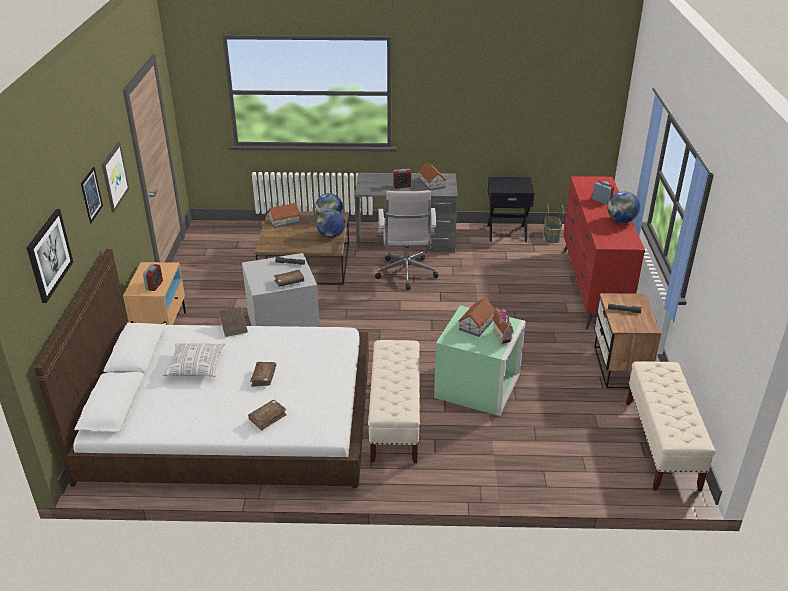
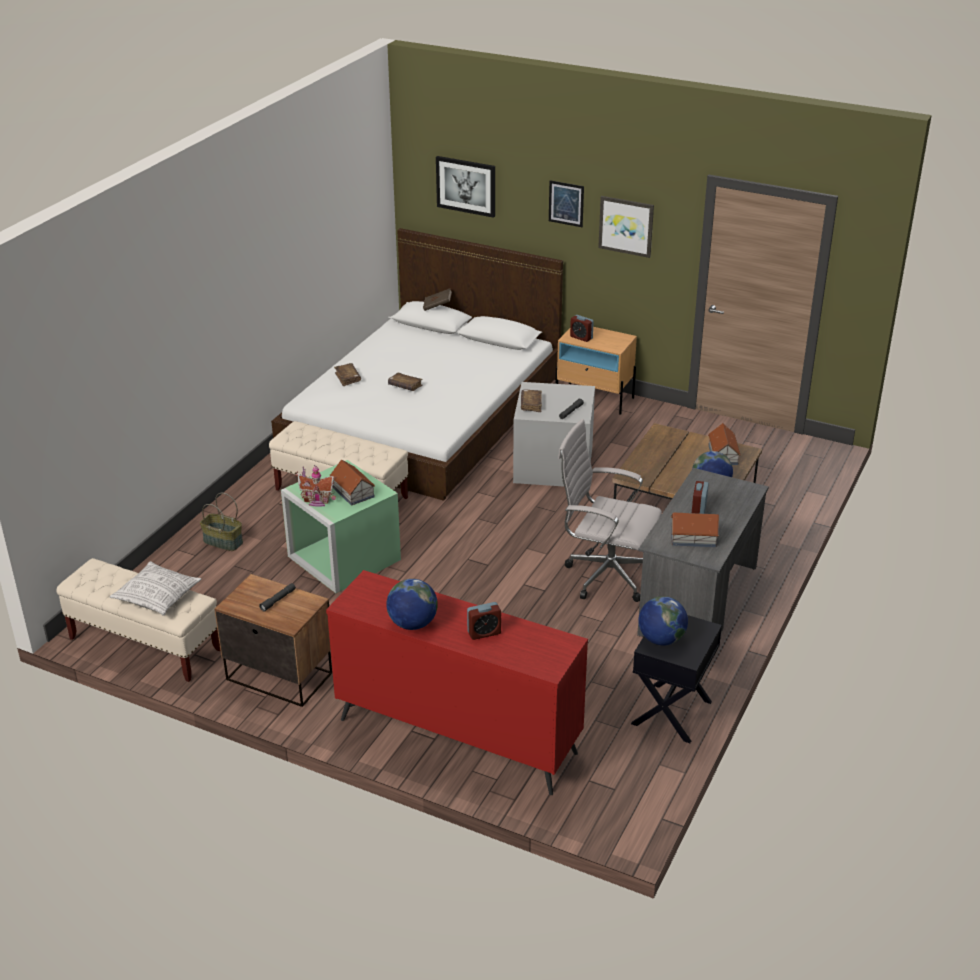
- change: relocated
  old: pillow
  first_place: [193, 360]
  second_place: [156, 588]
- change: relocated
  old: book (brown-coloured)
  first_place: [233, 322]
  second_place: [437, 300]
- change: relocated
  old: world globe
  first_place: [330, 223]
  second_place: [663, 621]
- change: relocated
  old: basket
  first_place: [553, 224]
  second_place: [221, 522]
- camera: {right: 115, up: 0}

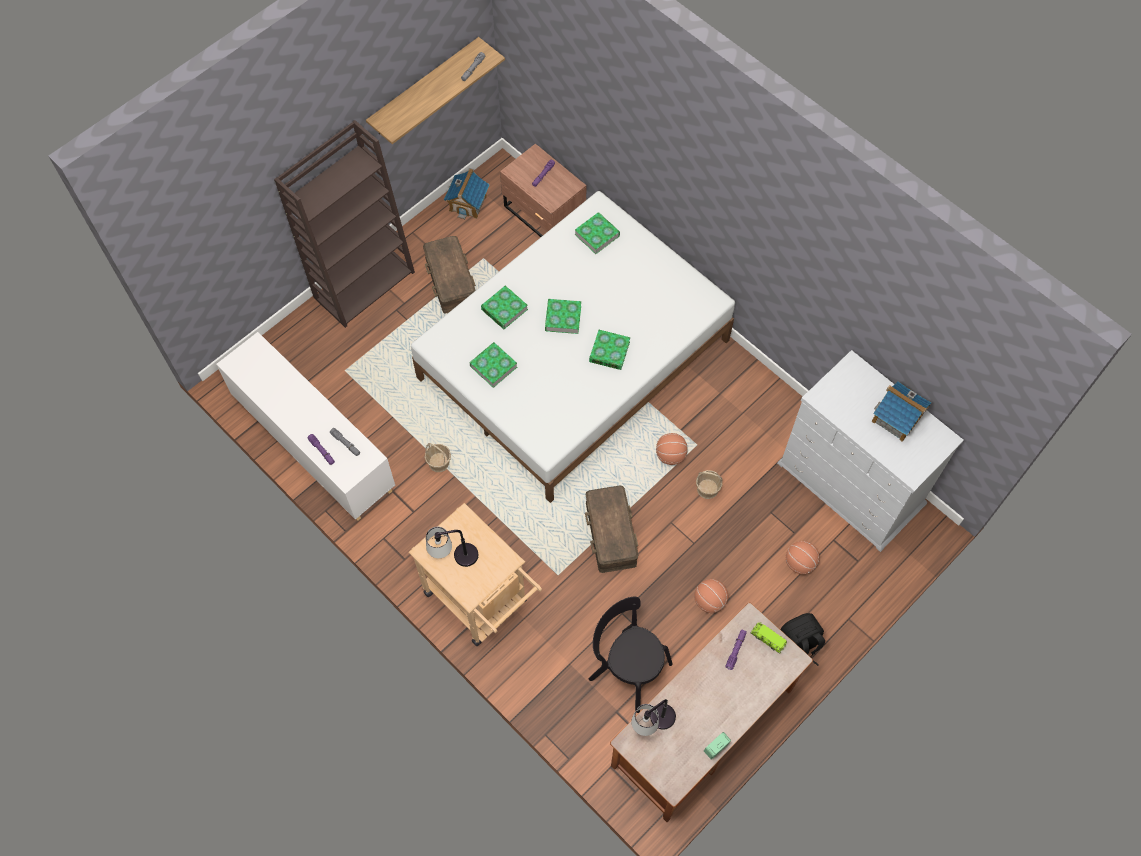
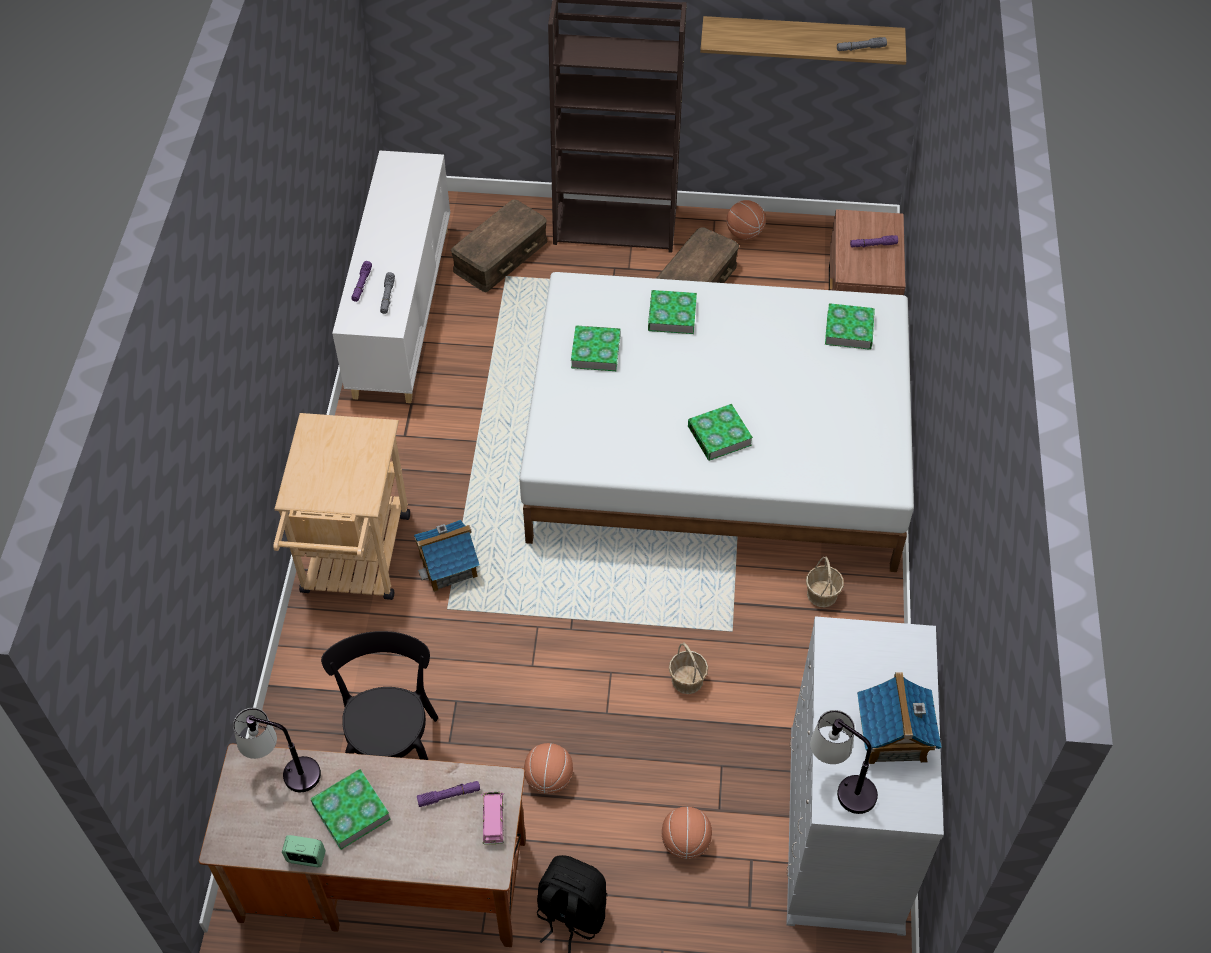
- change: relocated
  old: basket
  first_place: [438, 457]
  second_place: [825, 582]
- change: relocated
  old: table lamp
  first_place: [452, 547]
  second_place: [844, 762]
- change: relocated
  old: model house
  first_place: [467, 193]
  second_place: [447, 556]
- change: relocated
  old: book
  first_place: [563, 316]
  second_place: [350, 809]
- change: relocated
  old: storage bin (brown-coloured)
  first_place: [611, 529]
  second_place: [499, 245]
- change: relocated
  old: basketball ball
  first_place: [672, 449]
  second_place: [746, 220]
- change: colour
  old: miniature car (greenish)
  new: miniature car (pinkish)
  first_place: [769, 637]
  second_place: [492, 818]
- camera: {right: 50, up: -10}

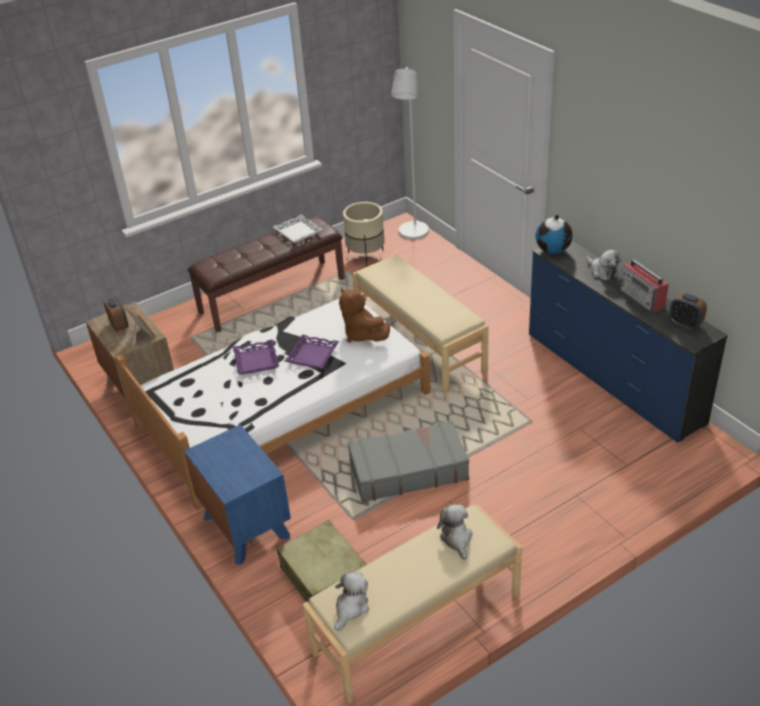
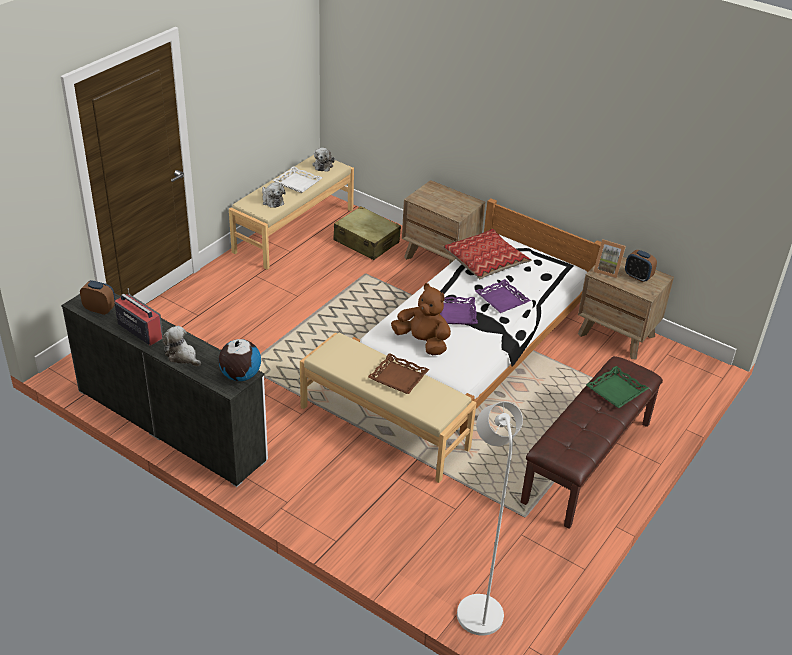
- change: missing
  old: flower pot (sand-coloured)
  first_place: [364, 234]
- change: missing
  old: travel case (greyish)
  first_place: [408, 461]
- change: appeared
  new: tray (brown-coloured)
  second_place: [398, 373]
- change: appeared
  new: pillow
  second_place: [487, 254]
- change: appeared
  new: tray (greenish)
  second_place: [617, 387]
- change: relocated
  old: tray (white)
  first_place: [298, 229]
  second_place: [298, 179]
- change: colour
  old: night table (bluish)
  new: night table (brown-coloured)
  first_place: [237, 494]
  second_place: [443, 222]
- change: colour
  old: dresser (bluish)
  new: dresser (white)
  first_place: [628, 342]
  second_place: [164, 390]
- camera: {right: 155, up: 0}

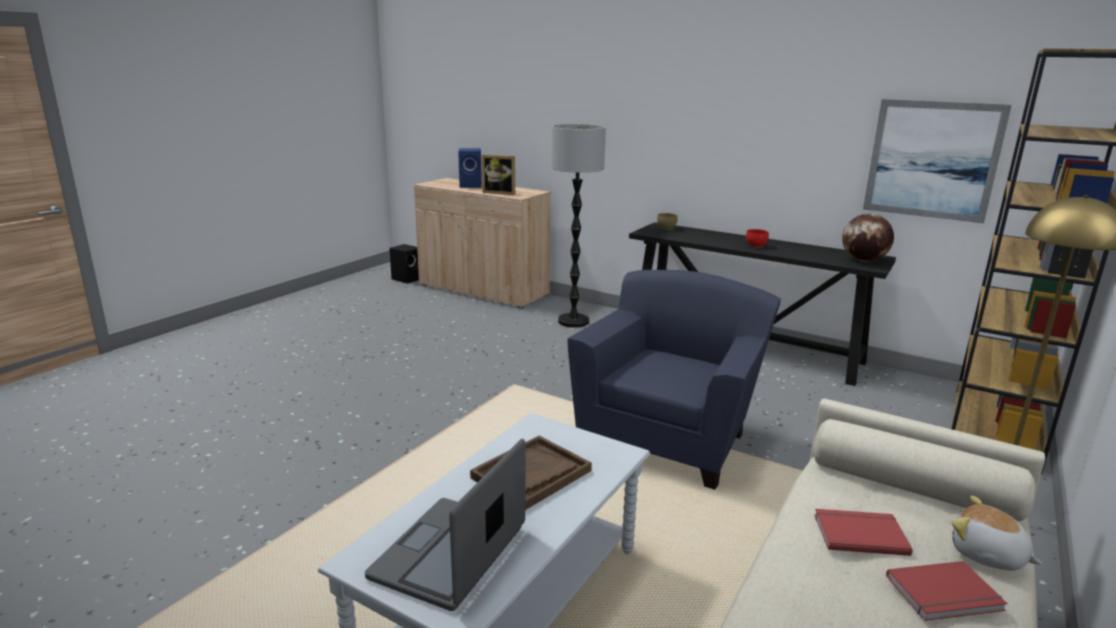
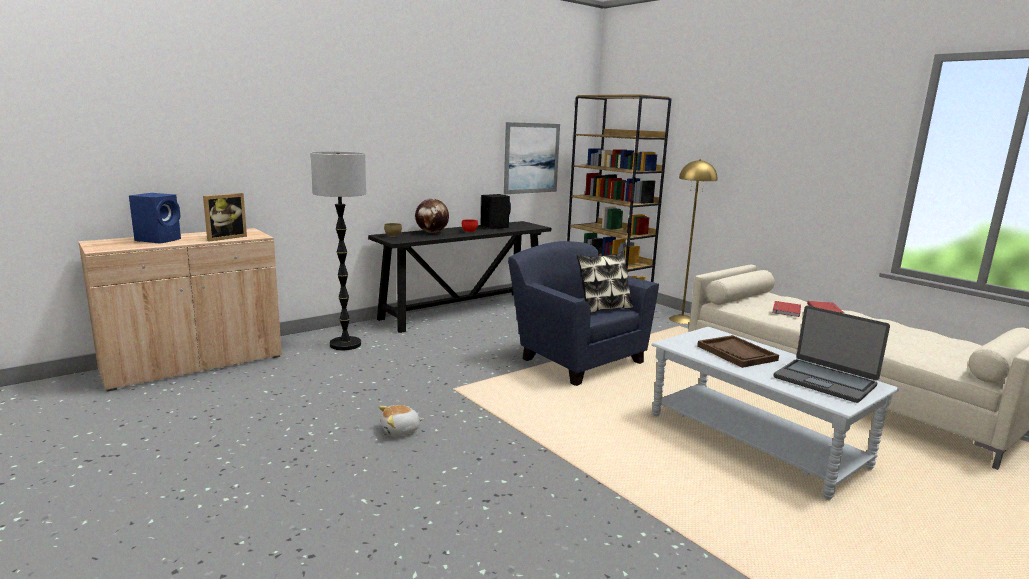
- change: appeared
  new: pillow
  second_place: [605, 282]
- change: relocated
  old: audio speaker (blackish)
  first_place: [404, 263]
  second_place: [496, 211]
- change: relocated
  old: world globe
  first_place: [868, 237]
  second_place: [432, 216]
- change: relocated
  old: cuddly toy
  first_place: [997, 533]
  second_place: [401, 420]
- camera: {right: -70, up: -5}

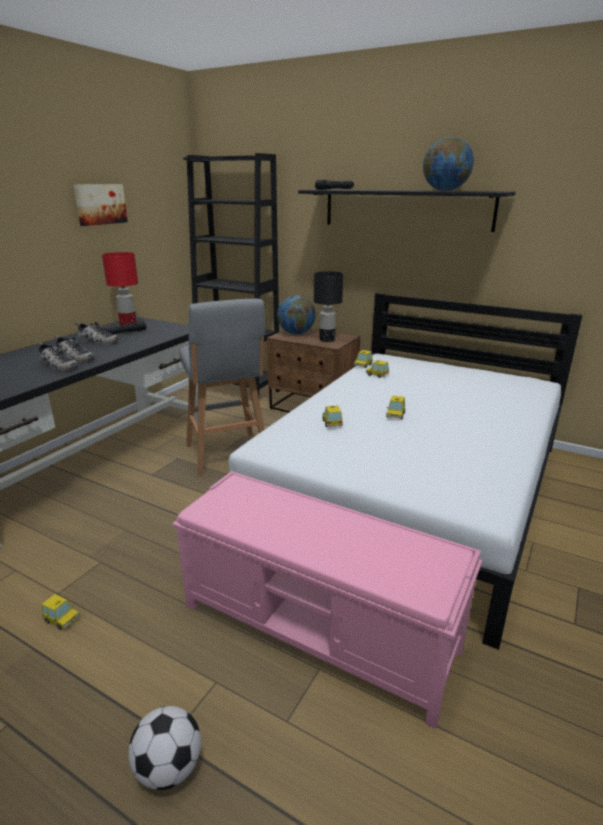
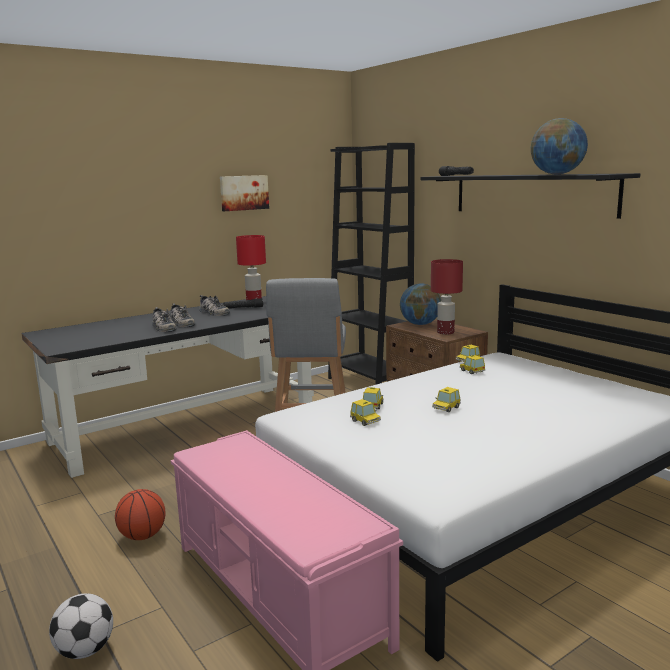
- change: appeared
  new: basketball ball
  second_place: [140, 514]
- change: relocated
  old: miniature car
  first_place: [61, 612]
  second_place: [365, 412]
- change: colour
  old: table lamp (blackish)
  new: table lamp (red-coloured)
  first_place: [328, 306]
  second_place: [447, 297]
- camera: {right: 25, up: -10}

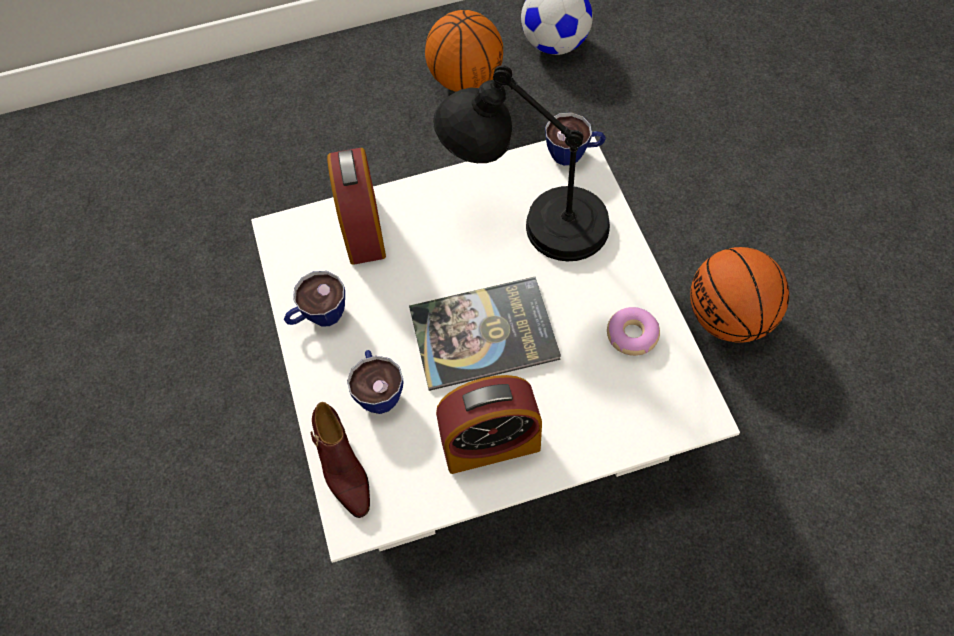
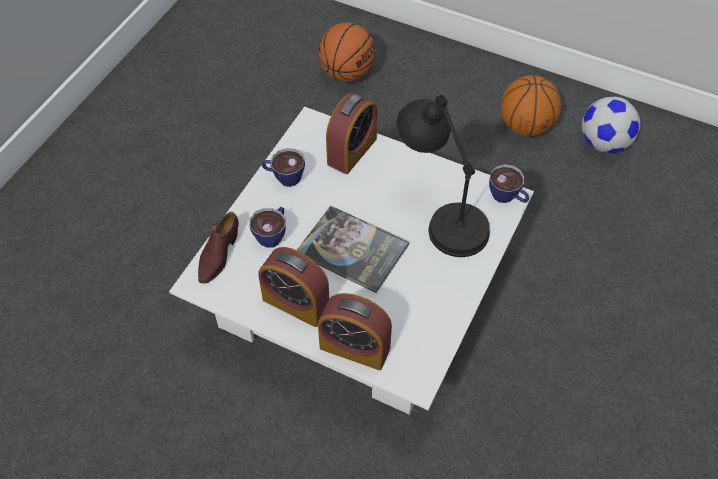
- change: missing
  old: ring doughnut
  first_place: [633, 331]
- change: appeared
  new: bedside clock
  second_place: [355, 331]
- change: relocated
  old: basketball ball
  first_place: [739, 295]
  second_place: [347, 52]
- camera: {right: 40, up: -5}

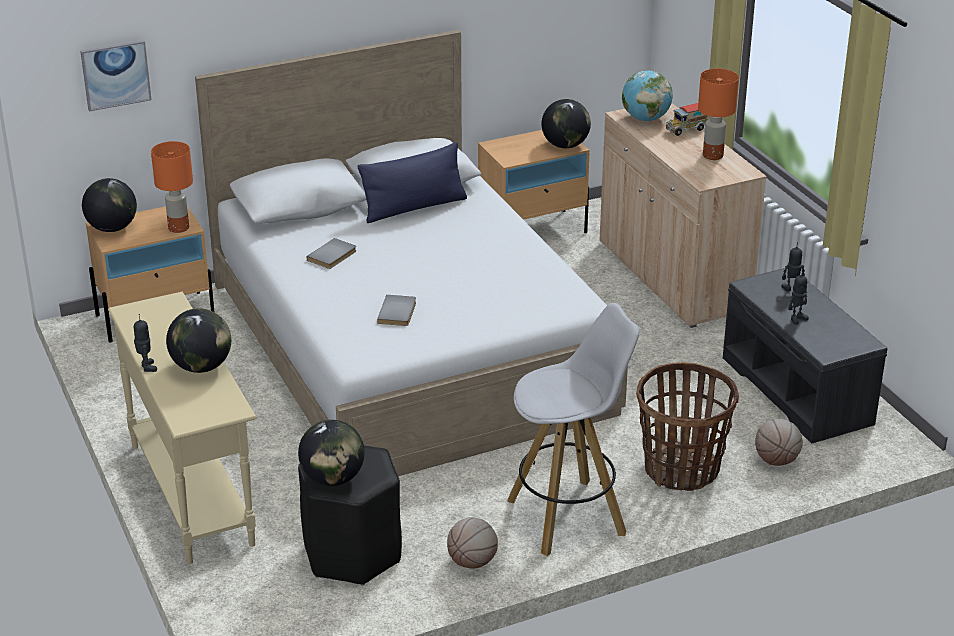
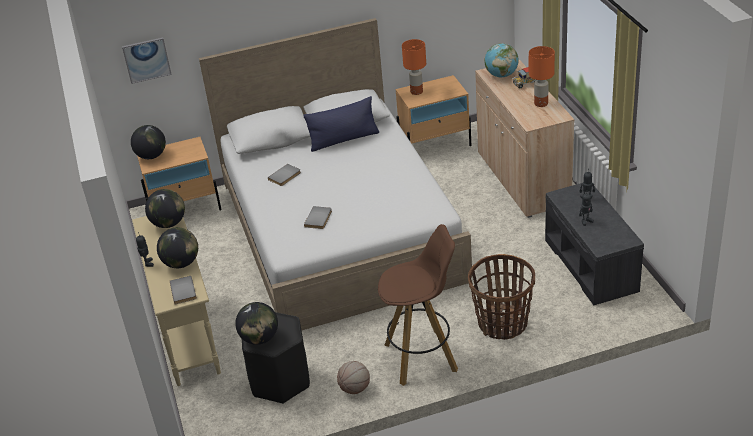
- change: missing
  old: basketball ball
  first_place: [779, 442]
- change: appeared
  new: book (greyish)
  second_place: [183, 290]
- change: relocated
  old: table lamp (orange-coloured)
  first_place: [172, 187]
  second_place: [414, 67]
- change: relocated
  old: world globe
  first_place: [566, 123]
  second_place: [165, 208]
- change: colour
  old: stool (white)
  new: stool (brown-coloured)
  first_place: [573, 429]
  second_place: [418, 305]
- camera: {right: 10, up: 5}

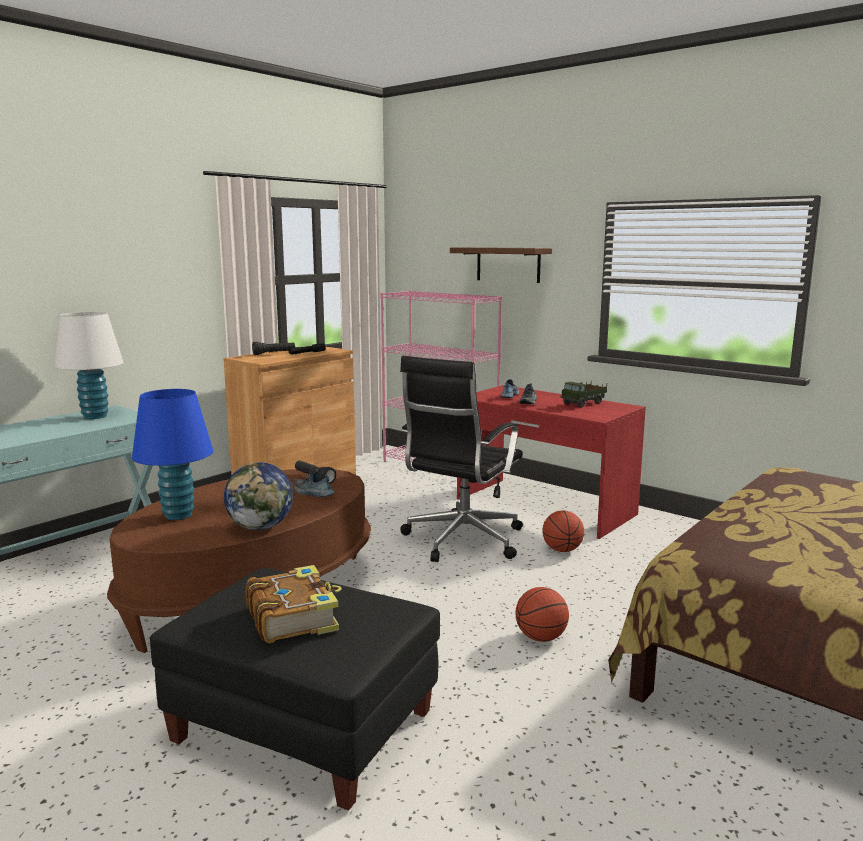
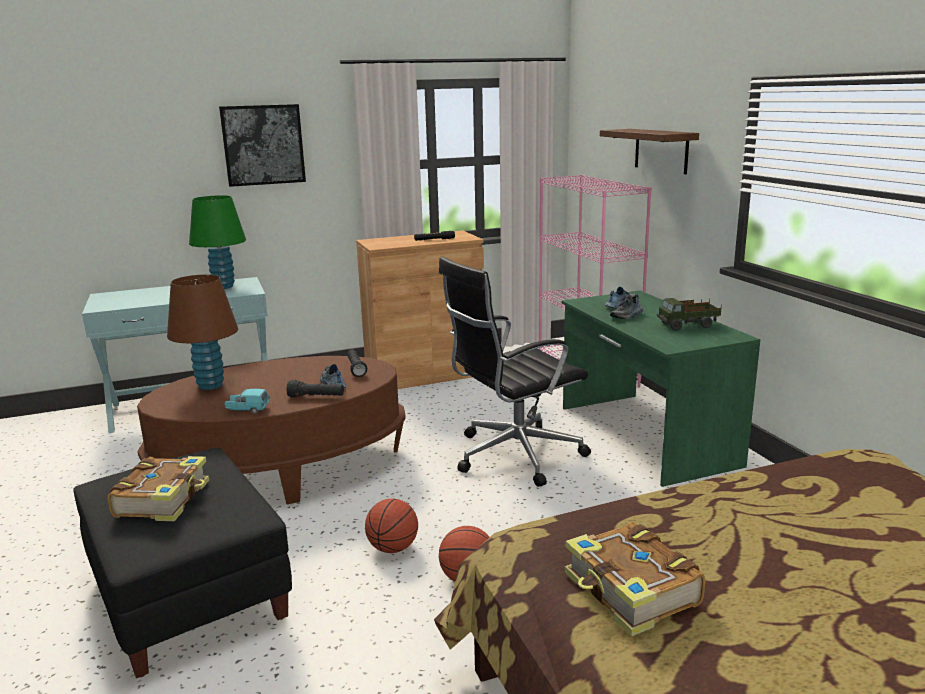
- change: appeared
  new: wall picture
  second_place: [262, 145]
- change: appeared
  new: book
  second_place: [635, 579]
- change: relocated
  old: torch (blackish)
  first_place: [273, 348]
  second_place: [315, 388]
- change: relocated
  old: basketball ball
  first_place: [563, 531]
  second_place: [391, 526]
- change: exchanged
  old: world globe
  new: miniature car (blue-green)
  first_place: [258, 496]
  second_place: [247, 401]
- change: colour
  old: table lamp (white)
  new: table lamp (greenish)
  first_place: [89, 365]
  second_place: [217, 242]
- change: colour
  old: table lamp (bluish)
  new: table lamp (brown-coloured)
  first_place: [172, 454]
  second_place: [202, 332]
- change: colour
  old: desk (red-coloured)
  new: desk (greenish)
  first_place: [551, 462]
  second_place: [661, 388]
- camera: {right: 30, up: 5}

